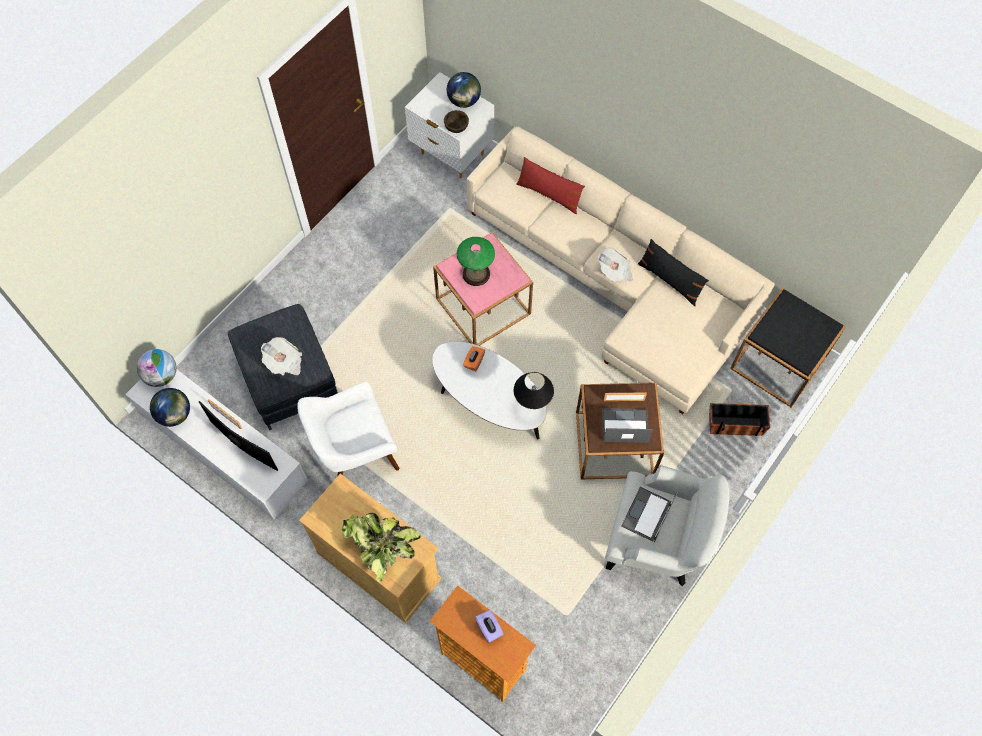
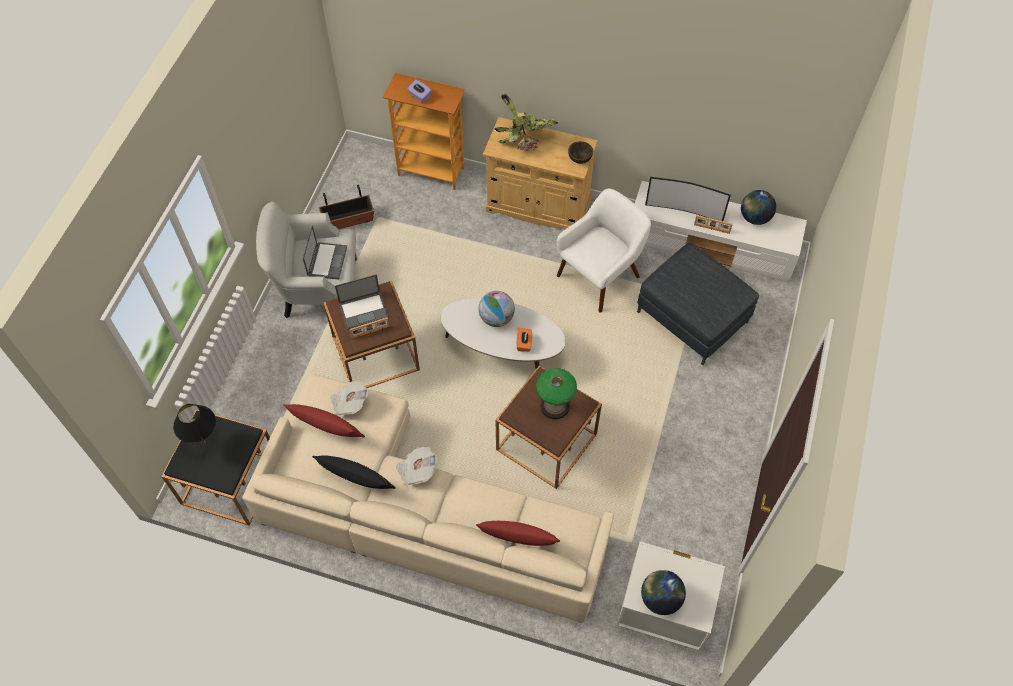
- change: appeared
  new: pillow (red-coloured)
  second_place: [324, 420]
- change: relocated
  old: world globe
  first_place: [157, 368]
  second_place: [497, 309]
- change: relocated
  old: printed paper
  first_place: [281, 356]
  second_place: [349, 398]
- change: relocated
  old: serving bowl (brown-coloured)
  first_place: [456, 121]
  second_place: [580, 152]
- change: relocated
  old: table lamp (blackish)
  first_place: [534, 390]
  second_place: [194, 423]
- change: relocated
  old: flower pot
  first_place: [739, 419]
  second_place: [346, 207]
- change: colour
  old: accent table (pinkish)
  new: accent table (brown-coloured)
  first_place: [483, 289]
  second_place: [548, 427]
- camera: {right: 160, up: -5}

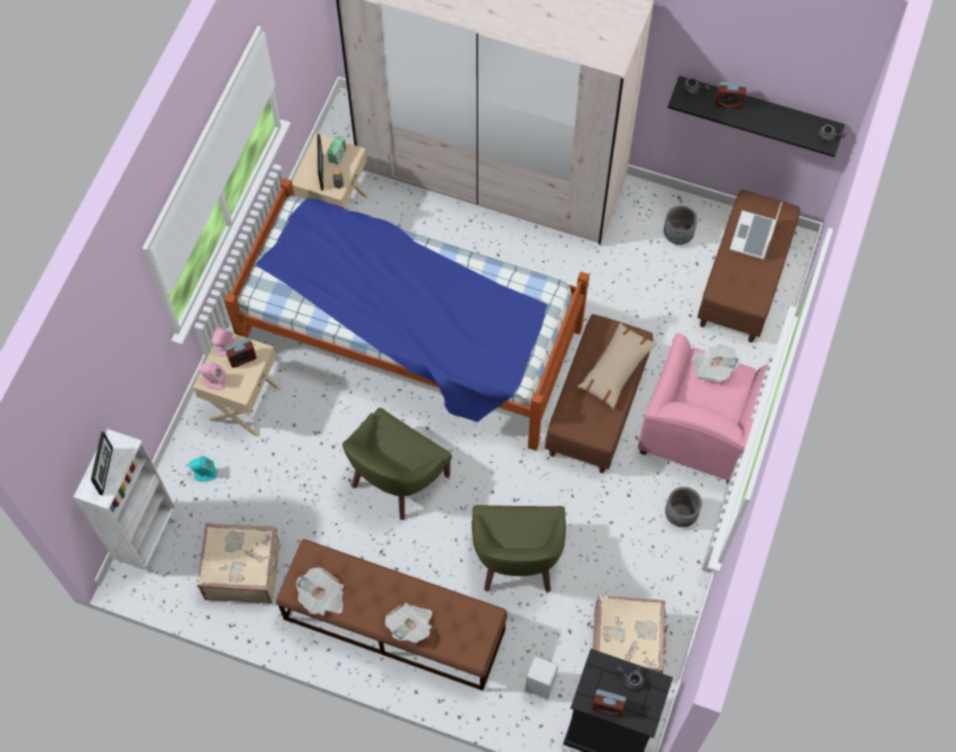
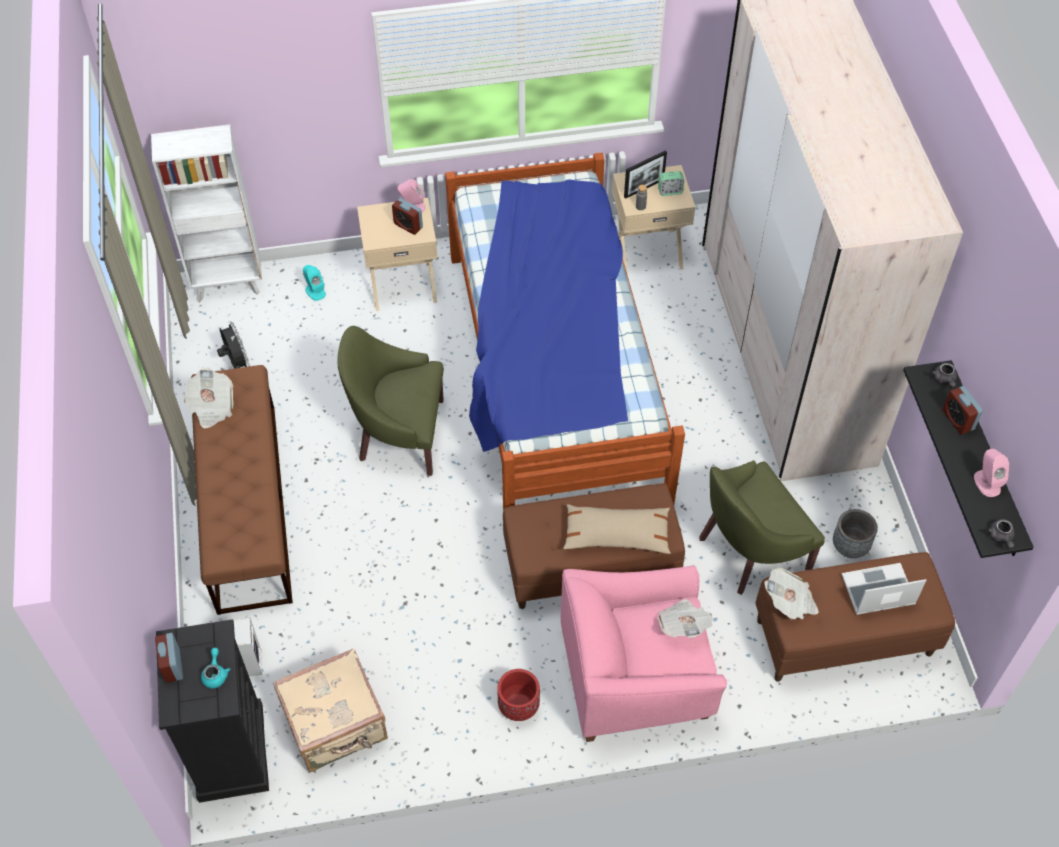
- change: missing
  old: photo frame
  first_place: [102, 463]
- change: relocated
  old: audio speaker (pinkish)
  first_place: [213, 376]
  second_place: [991, 473]
- change: relocated
  old: printed paper
  first_place: [409, 623]
  second_place: [792, 594]
- change: relocated
  old: easy chair (greenish)
  first_place: [519, 549]
  second_place: [762, 527]
- change: exchanged
  old: travel case (sand-coloured)
  new: electric fan (blackish)
  first_place: [238, 563]
  second_place: [233, 345]
- change: colour
  old: pot for tea (greyish)
  new: pot for tea (blue-green)
  first_place: [630, 678]
  second_place: [216, 668]
- change: colour
  old: flower pot (greyish)
  new: flower pot (red-coloured)
  first_place: [683, 507]
  second_place: [518, 695]
- camera: {right: 60, up: -10}

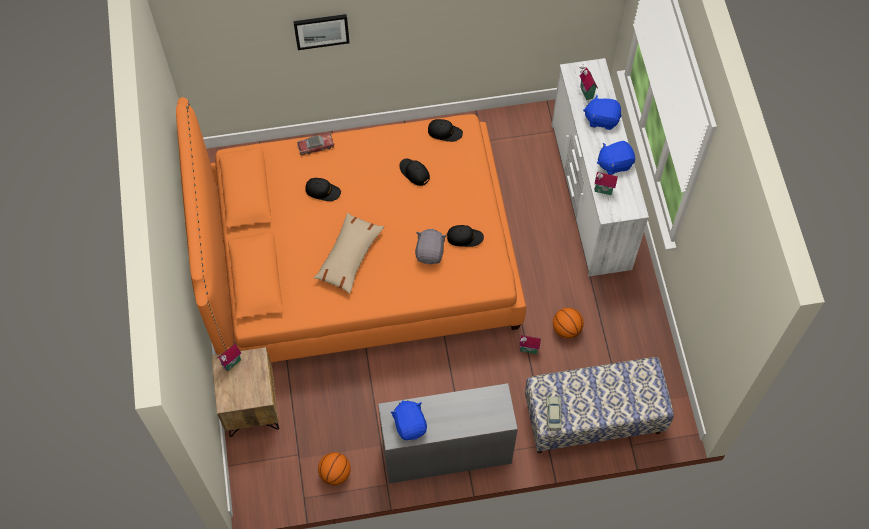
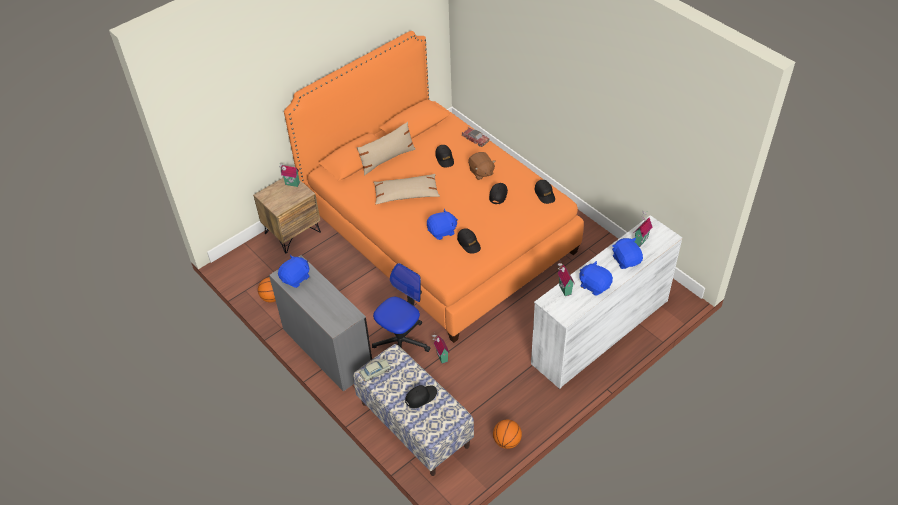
- change: missing
  old: wall picture
  first_place: [321, 32]
- change: appeared
  new: pillow (sand-coloured)
  second_place: [386, 148]
- change: appeared
  new: office chair
  second_place: [401, 307]
- change: appeared
  new: peaked cap (blackish)
  second_place: [421, 396]
- change: appeared
  new: cuddly toy (brown-coloured)
  second_place: [482, 166]
- change: relocated
  old: basketball ball
  first_place: [568, 323]
  second_place: [507, 434]
- change: colour
  old: cuddly toy (greyish)
  new: cuddly toy (bluish)
  first_place: [430, 247]
  second_place: [442, 224]
- camera: {right: 60, up: -15}

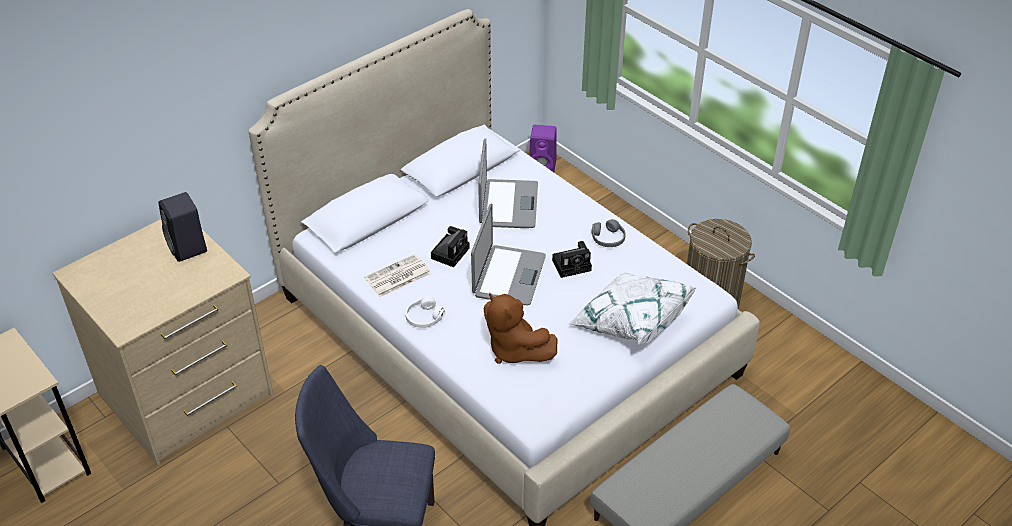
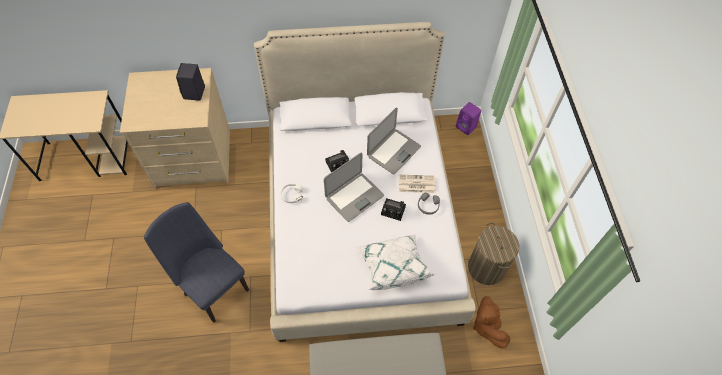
- change: relocated
  old: printed paper
  first_place: [397, 275]
  second_place: [417, 184]
- change: relocated
  old: cuddly toy (brown-coloured)
  first_place: [520, 328]
  second_place: [491, 322]
- camera: {right: 35, up: 15}

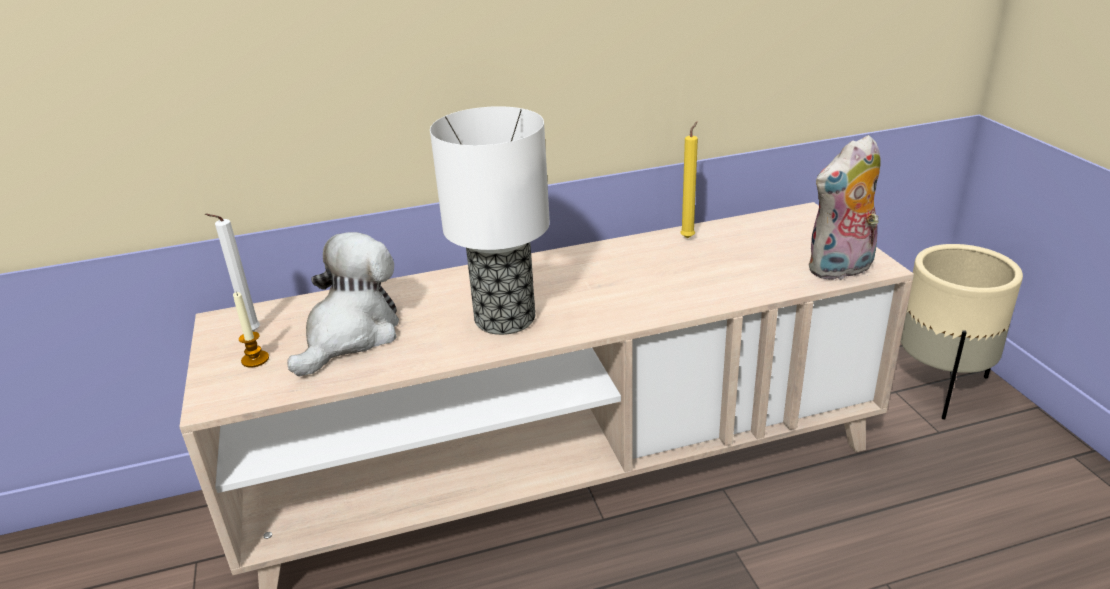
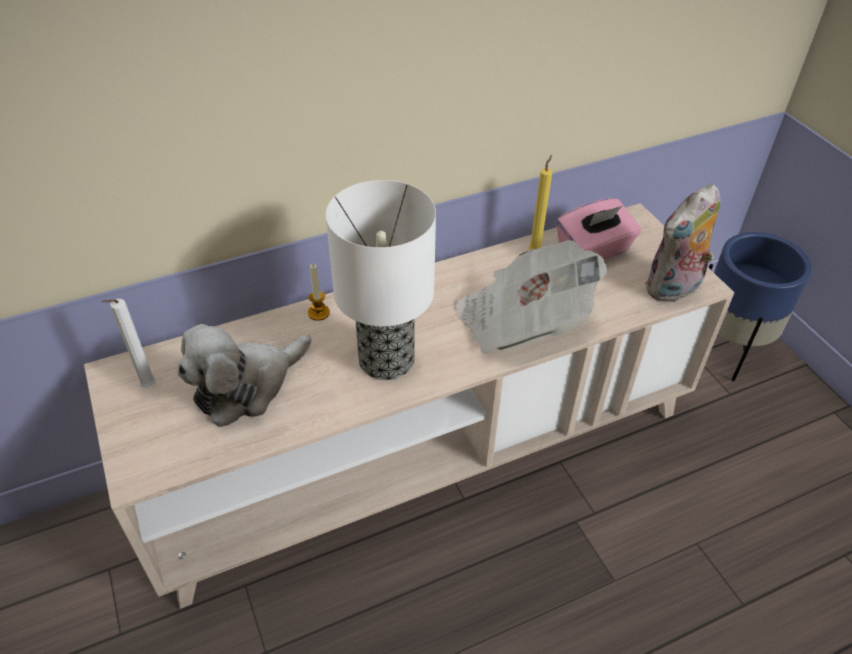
- change: appeared
  new: printed paper
  second_place: [531, 297]
- change: appeared
  new: tissue box (pinkish)
  second_place: [599, 229]
- change: relocated
  old: wax light
  first_place: [251, 330]
  second_place: [319, 292]
- change: colour
  old: flower pot (sand-coloured)
  new: flower pot (bluish)
  first_place: [962, 331]
  second_place: [760, 306]
- change: spun
  old: cuddly toy
  first_place: [343, 304]
  second_place: [244, 375]
  degrees: -150
- camera: {right: -10, up: 15}

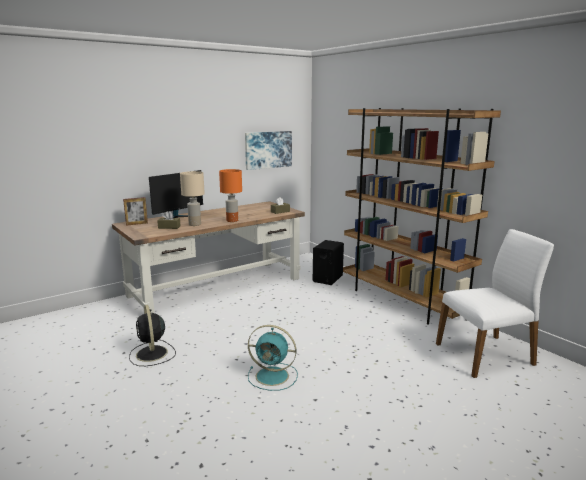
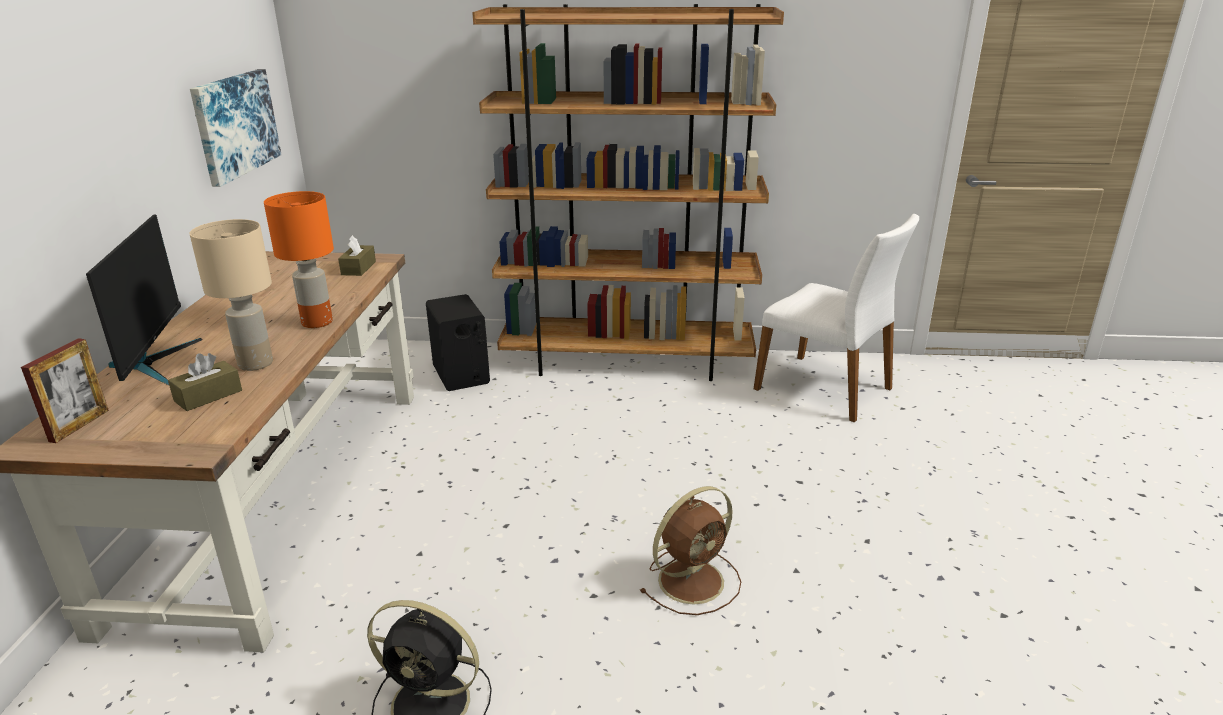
- change: colour
  old: electric fan (blue-green)
  new: electric fan (brown-coloured)
  first_place: [273, 358]
  second_place: [690, 550]
- change: spun
  old: upright chair (white)
  first_place: [495, 303]
  second_place: [836, 318]
  degrees: 105
- camera: {right: -50, up: 10}

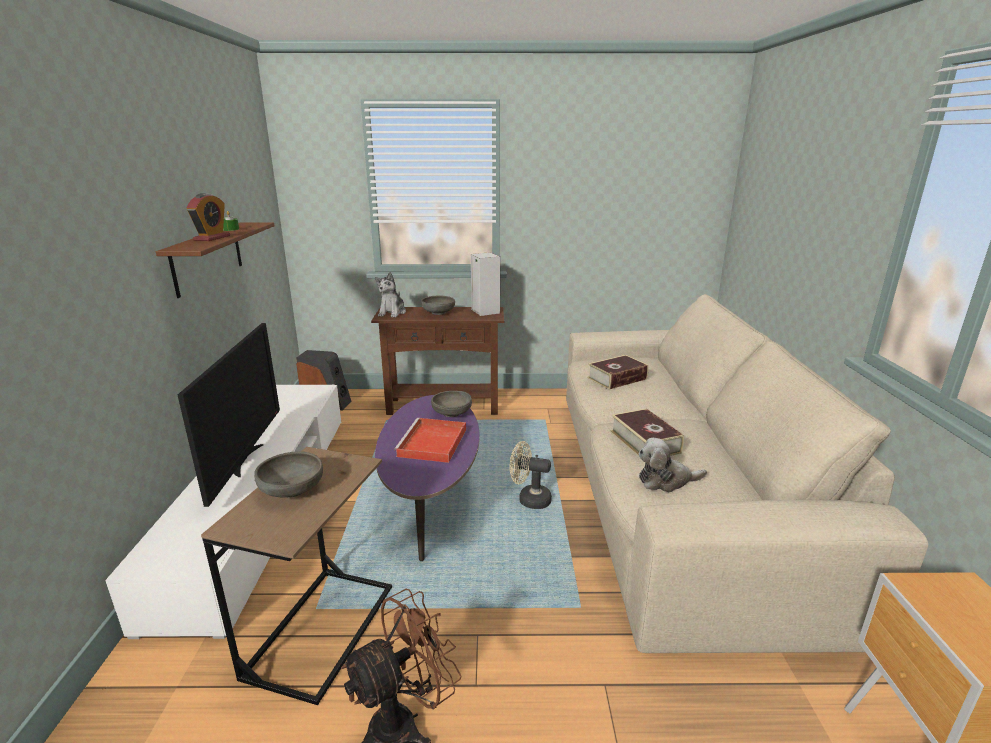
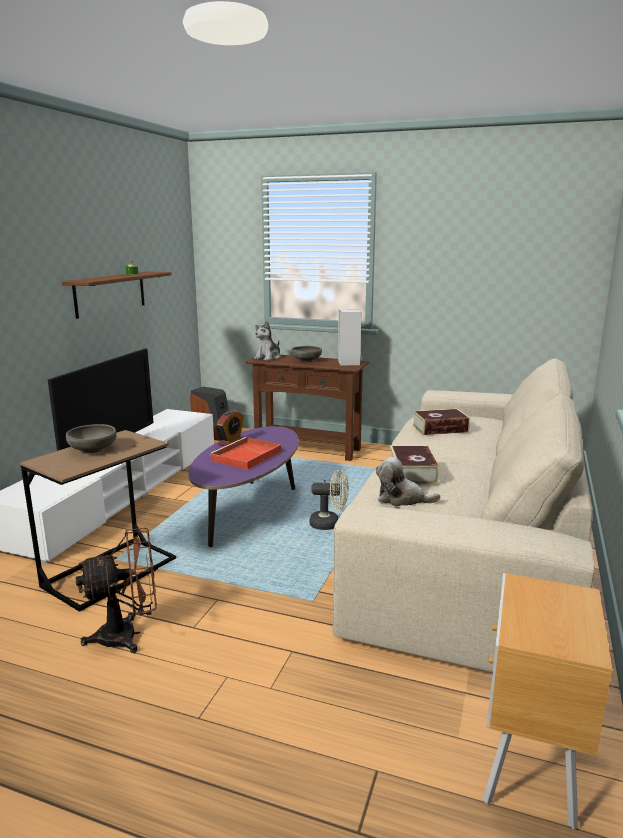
- change: missing
  old: serving bowl (greyish)
  first_place: [451, 404]
- change: relocated
  old: bedside clock
  first_place: [208, 217]
  second_place: [230, 428]
- change: spun
  old: electric fan (sand-coloured)
  first_place: [531, 475]
  second_place: [329, 500]
  degrees: 150
- camera: {right: 20, up: -5}

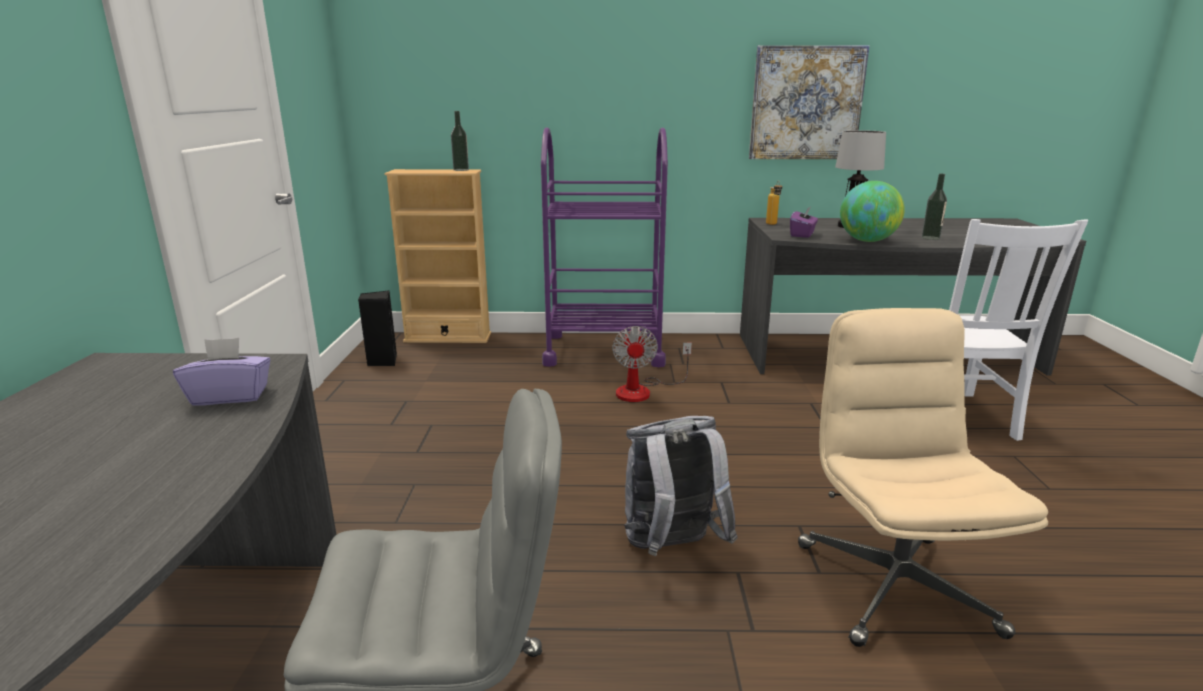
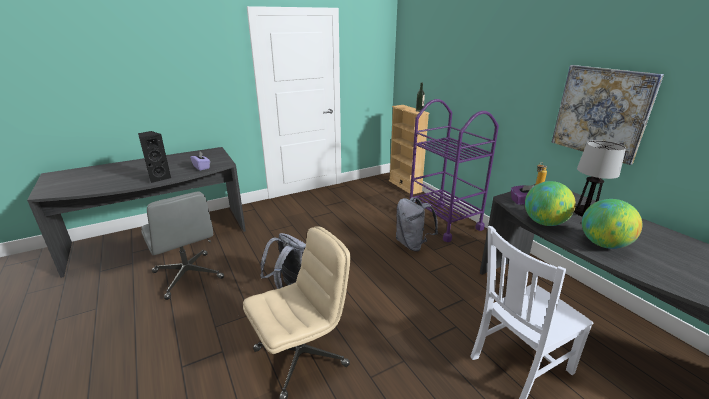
- change: relocated
  old: audio speaker (blackish)
  first_place: [377, 328]
  second_place: [154, 157]
- change: exchanged
  old: electric fan
  new: backpack (greyish)
  first_place: [652, 364]
  second_place: [417, 224]
- change: exchanged
  old: bottle
  new: world globe
  first_place: [934, 207]
  second_place: [612, 224]
- camera: {right: 60, up: 5}

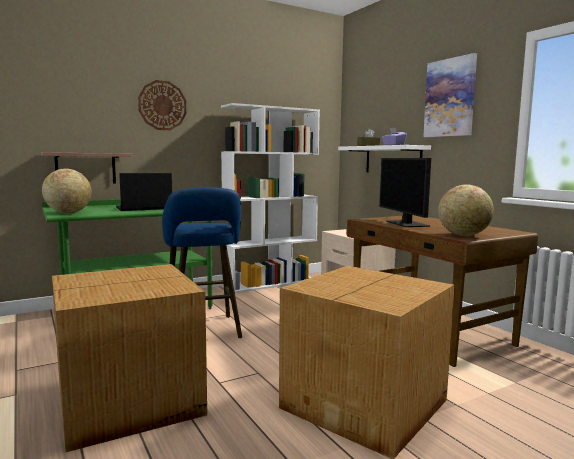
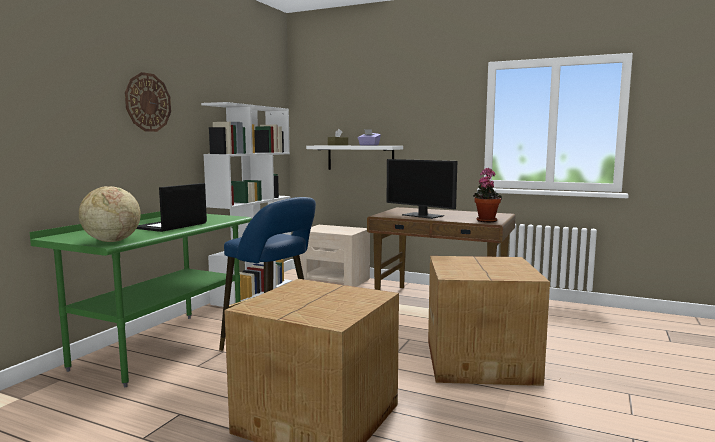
- change: missing
  old: wall shelf
  first_place: [86, 168]
- change: missing
  old: wall picture
  first_place: [450, 95]
- change: exchanged
  old: world globe
  new: potted plant
  first_place: [466, 210]
  second_place: [487, 195]
- camera: {right: -35, up: 0}

